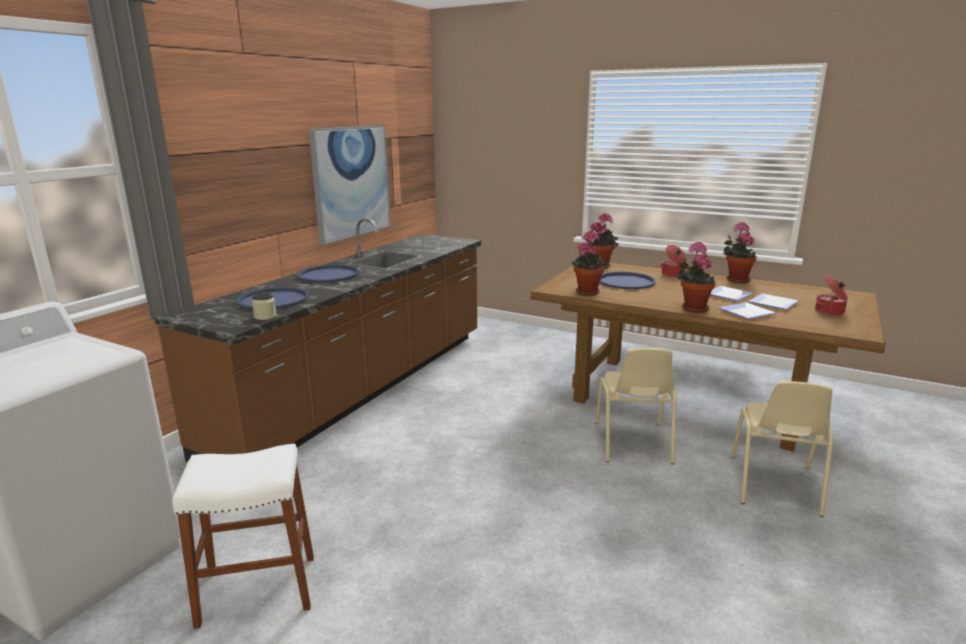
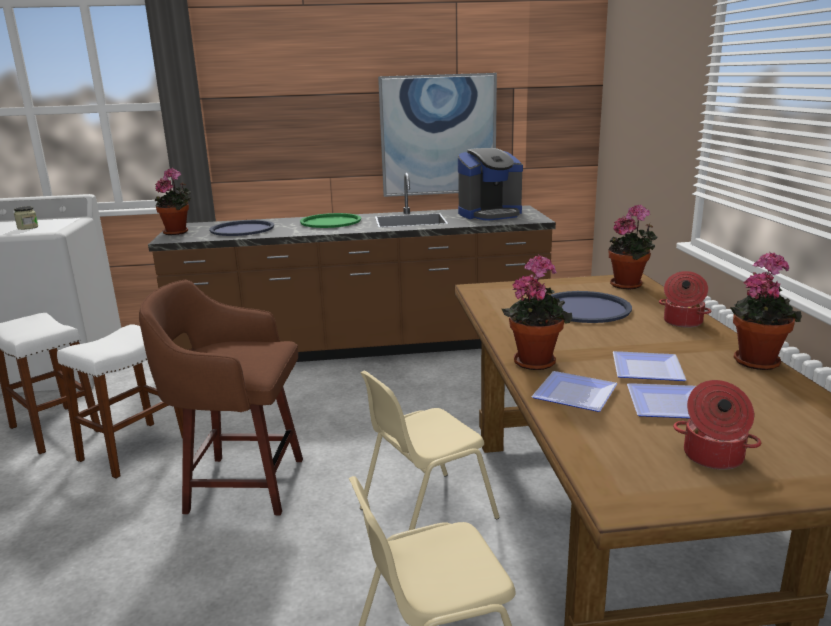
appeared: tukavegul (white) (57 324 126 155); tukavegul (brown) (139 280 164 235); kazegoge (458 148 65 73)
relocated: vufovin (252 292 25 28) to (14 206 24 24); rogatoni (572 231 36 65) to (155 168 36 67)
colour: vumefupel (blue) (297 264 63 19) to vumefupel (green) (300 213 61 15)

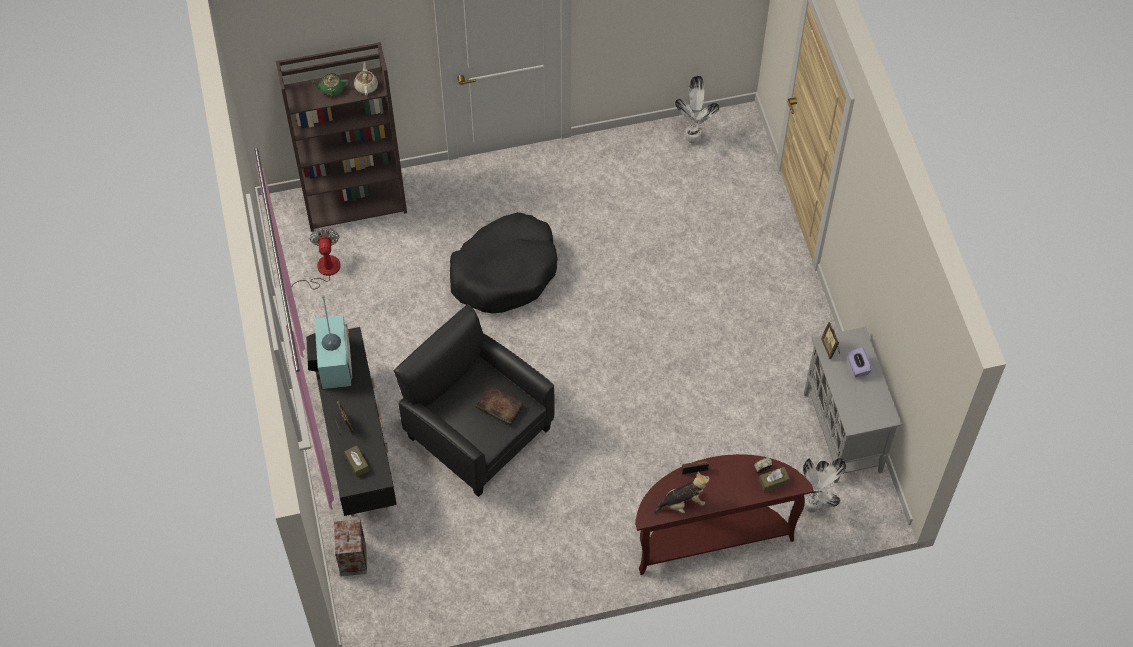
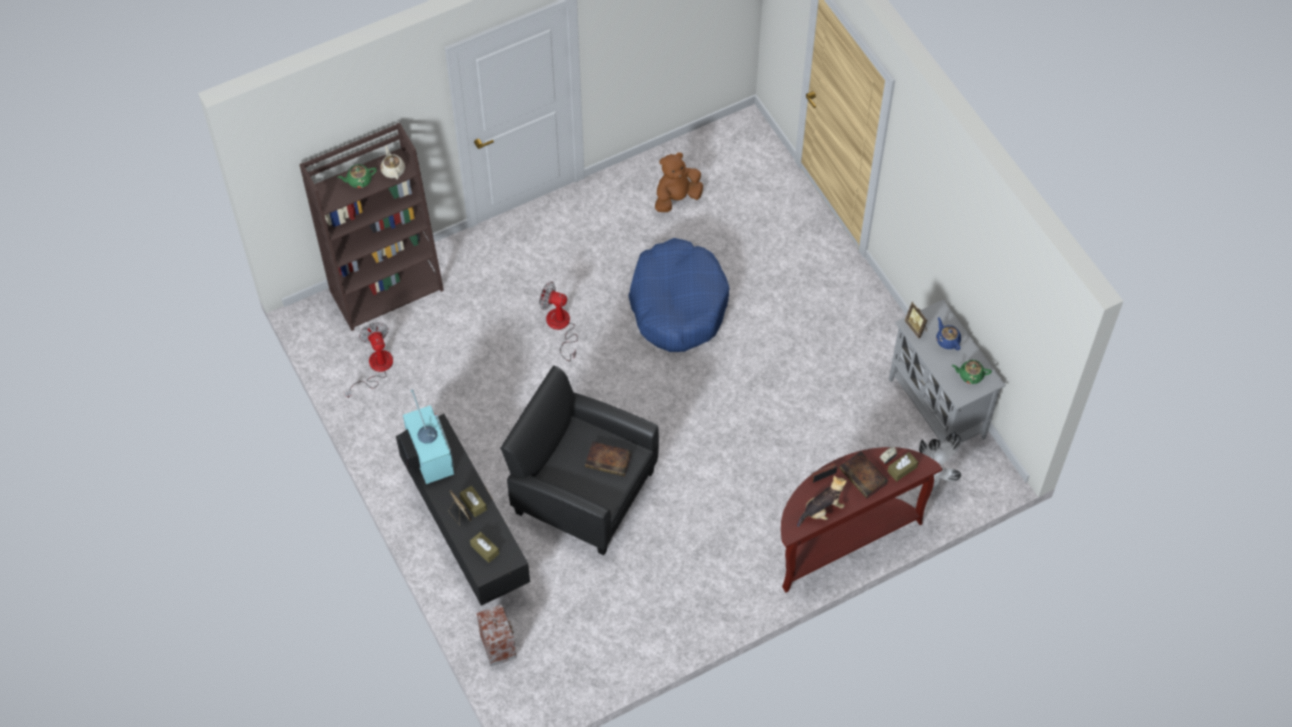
missing: rogatoni (675 76 45 68)
appeared: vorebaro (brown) (460 485 27 32); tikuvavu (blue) (628 238 102 114); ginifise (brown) (655 152 48 60); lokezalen (839 451 49 48); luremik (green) (952 360 40 24)
exchanged: tikuvavu (black) (450 212 107 101) to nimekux (539 282 39 79); vorebaro (purple) (847 347 25 30) to luremik (blue) (936 317 25 33)

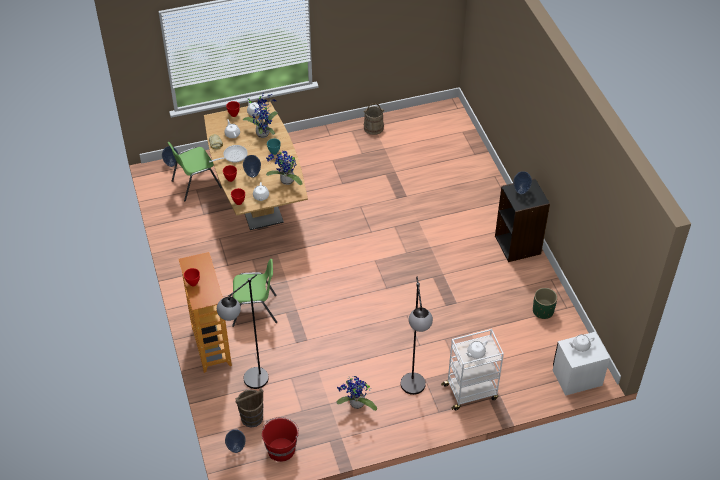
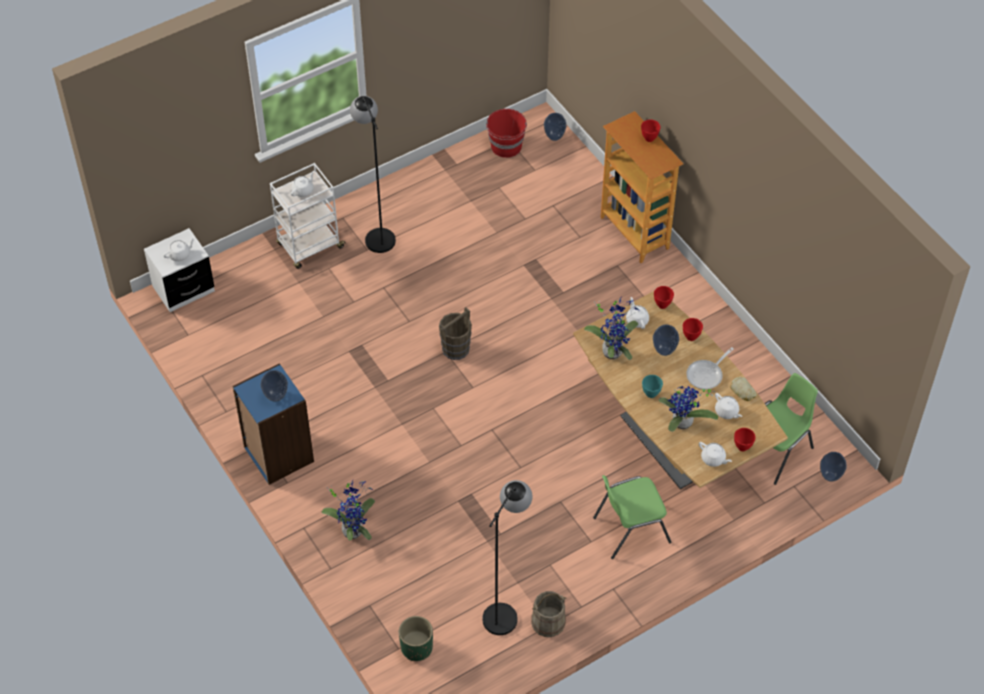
relocated: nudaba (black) (217 274 52 115) to (482 480 50 155); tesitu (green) (232 259 45 68) to (593 475 78 84); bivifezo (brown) (235 388 29 40) to (439 307 33 53); rogatoni (337 376 40 35) to (322 480 53 60); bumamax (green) (533 288 25 31) to (399 616 34 45)
colour: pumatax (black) (495 178 55 84) to pumatax (blue) (232 363 82 122)

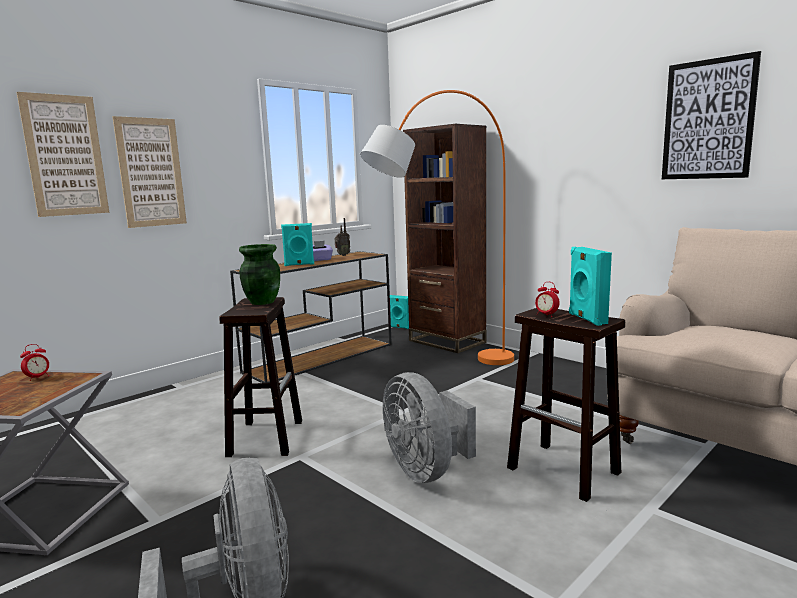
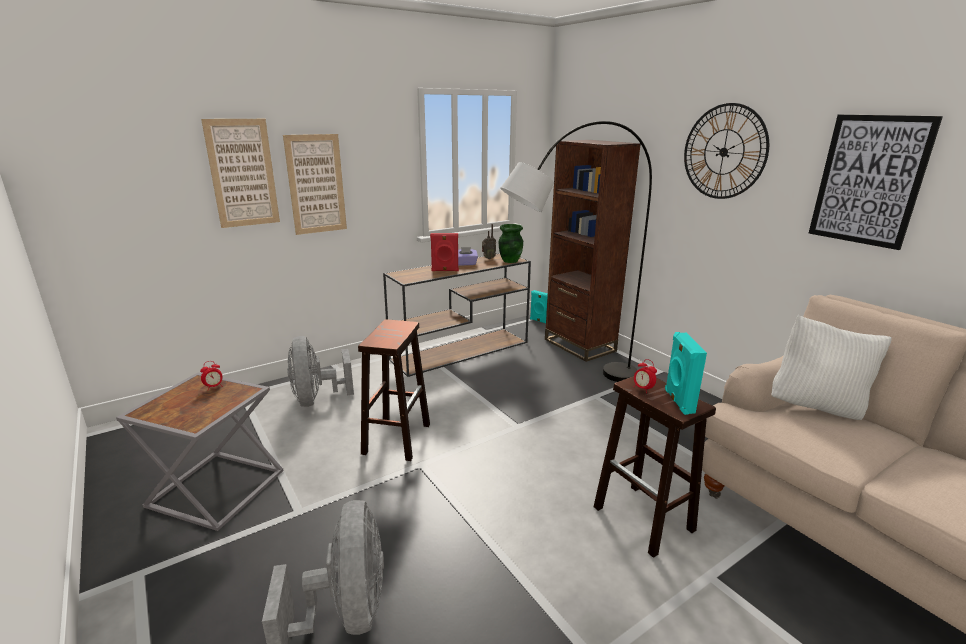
appeared: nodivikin (684 103 85 96); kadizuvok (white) (772 315 120 105)
relocated: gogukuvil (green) (239 244 41 61) to (499 224 24 39); nimekux (grey) (383 372 93 111) to (287 336 67 71)
colour: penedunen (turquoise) (281 223 33 43) to penedunen (red) (430 233 29 38); nudaba (orange) (360 90 154 275) to nudaba (grey) (500 121 152 261)

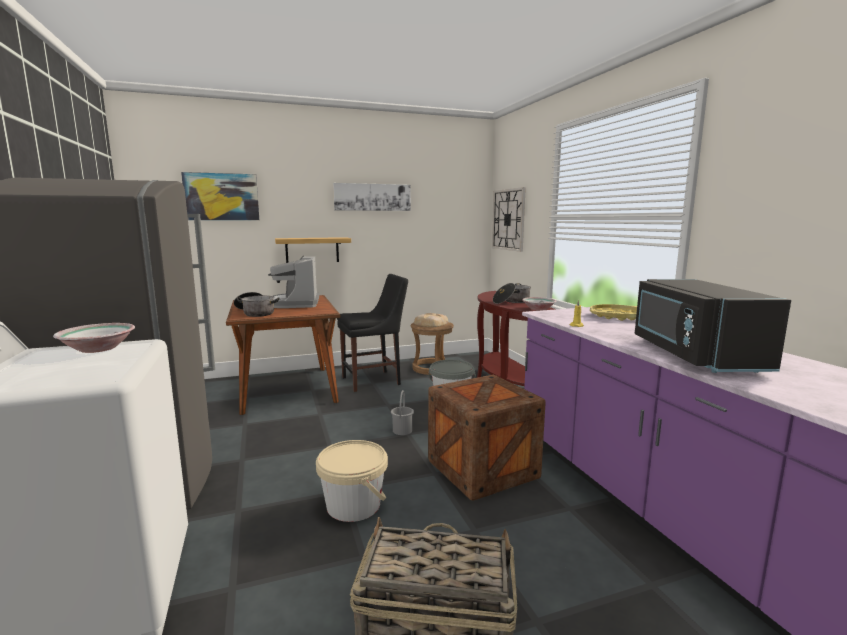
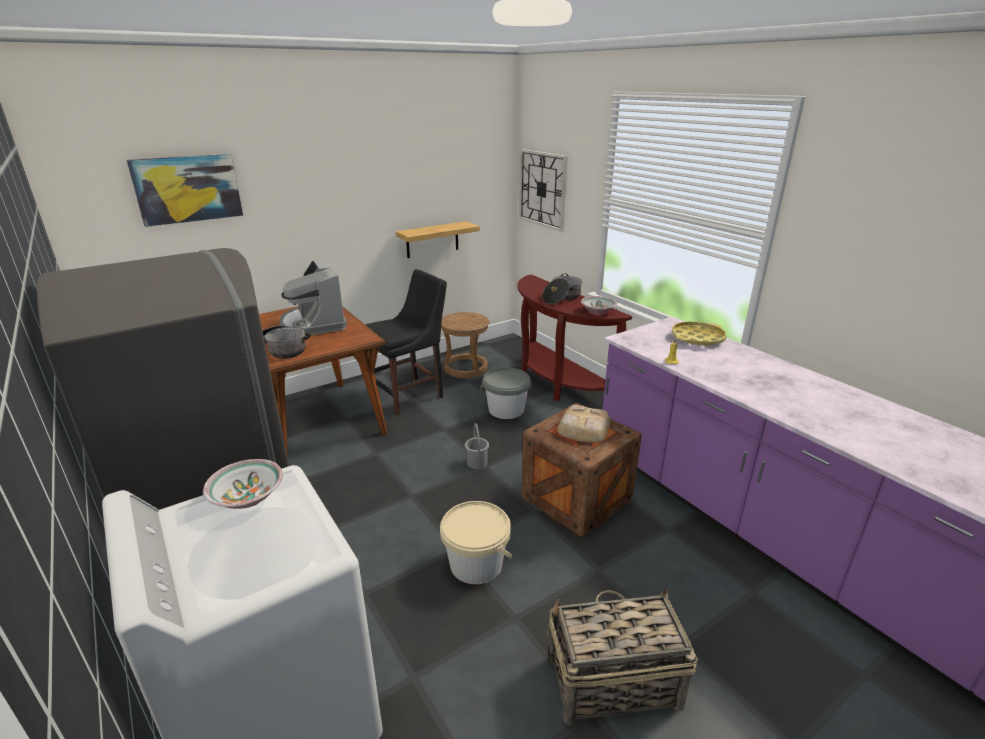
missing: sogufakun (333 183 78 28); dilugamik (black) (635 279 156 94)
relocated: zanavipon (275 237 76 26) to (396 221 84 37); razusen (414 313 35 14) to (558 405 52 38)

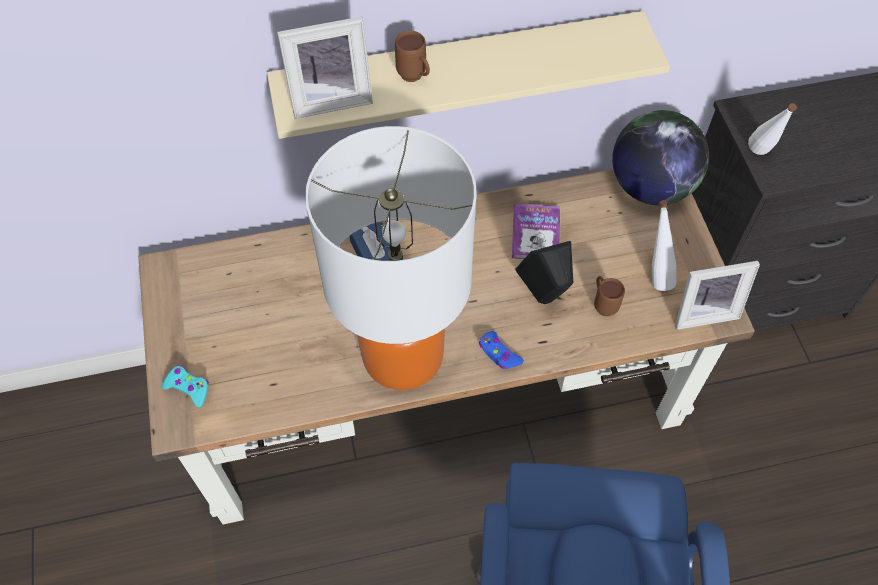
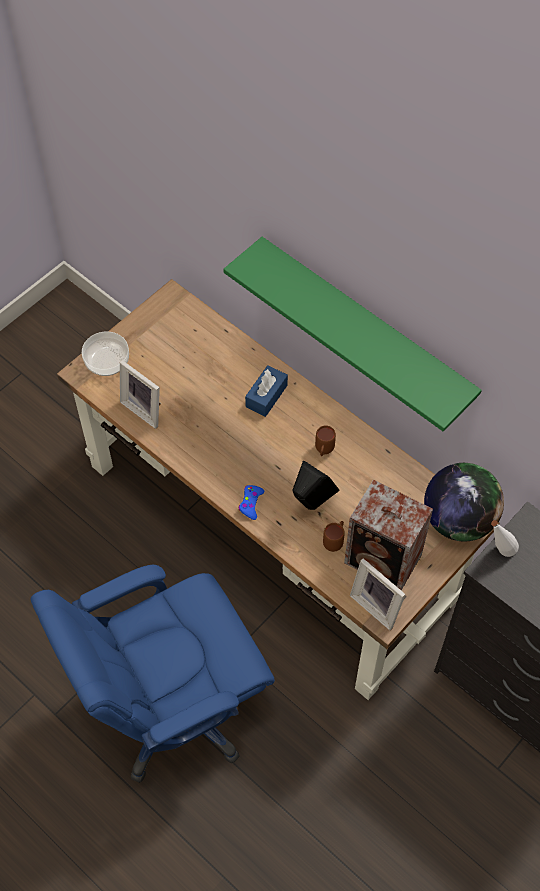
missing: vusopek (305 126 172 264); lokezalen (512 204 48 55)
relocated: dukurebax (277 16 96 103) to (120 360 41 69); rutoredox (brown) (395 31 35 51) to (315 425 21 31)
exchanged: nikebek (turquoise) (162 365 47 42) to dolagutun (82 332 47 44); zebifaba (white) (652 200 24 91) to penedunen (344 479 89 111)
colour: zanavipon (beige) (267 11 403 128) to zanavipon (green) (223 237 259 195)

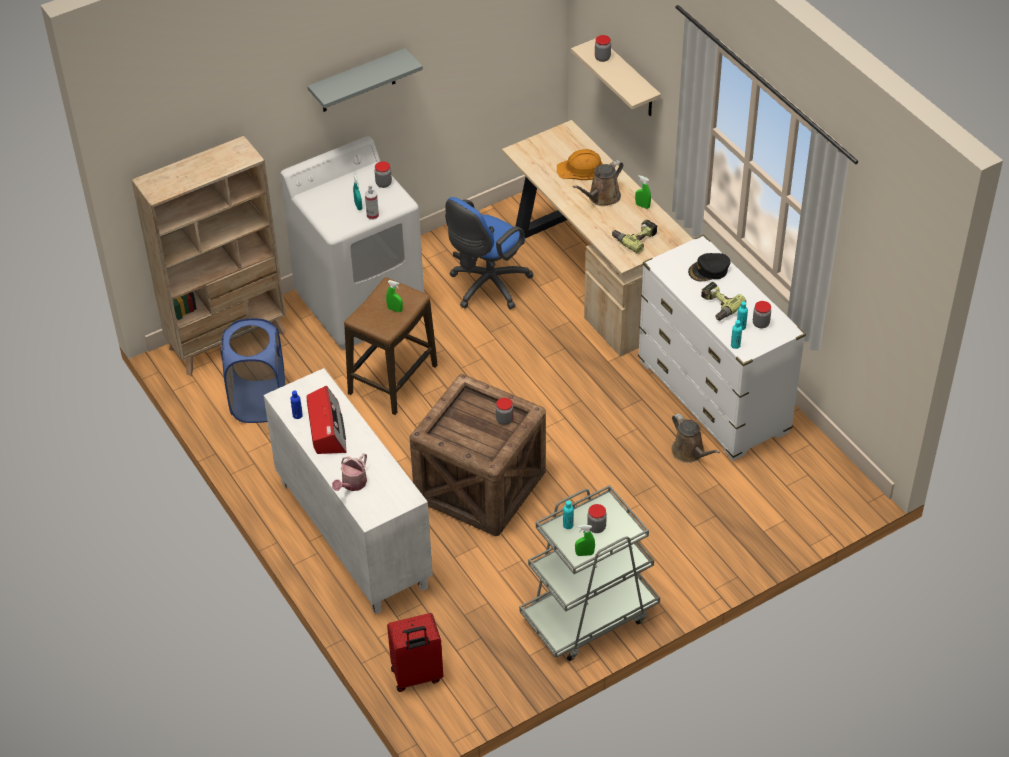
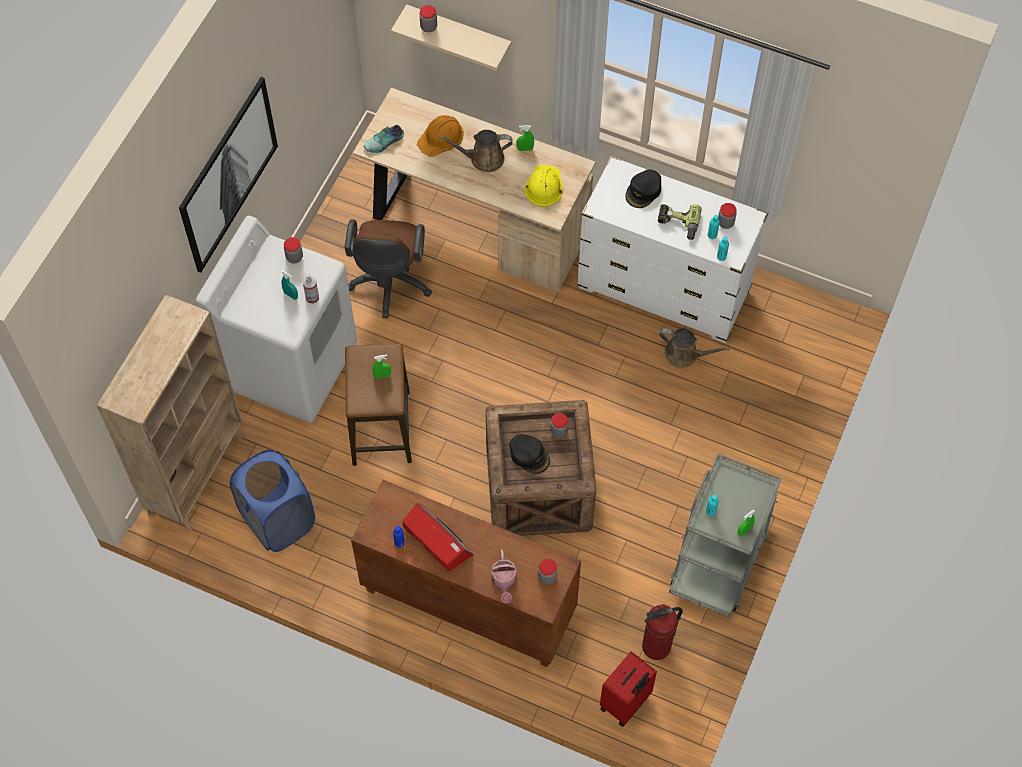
appeared: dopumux (364 125 40 28); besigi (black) (509 434 41 40); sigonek (642 604 40 56)
relocated: vufovin (587 504 20 29) to (538 559 19 25)
exchanged: zanavipon (grey) (307 48 116 64) to sogufakun (179 77 99 196); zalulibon (612 220 45 34) to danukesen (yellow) (524 165 39 42)
colour: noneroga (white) (264 368 169 247) to noneroga (brown) (351 480 230 187); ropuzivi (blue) (445 197 89 112) to ropuzivi (brown) (345 219 87 99)
spun: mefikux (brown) (573 160 50 46) = (439 130 74 42) 75 degrees clockwise

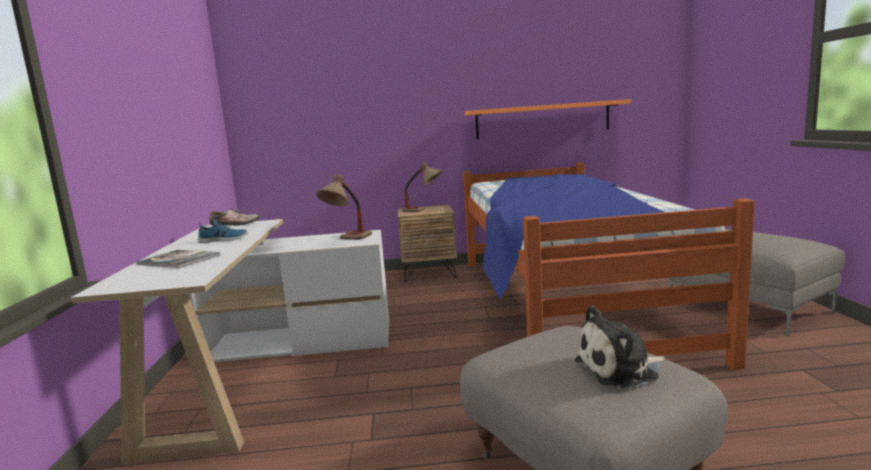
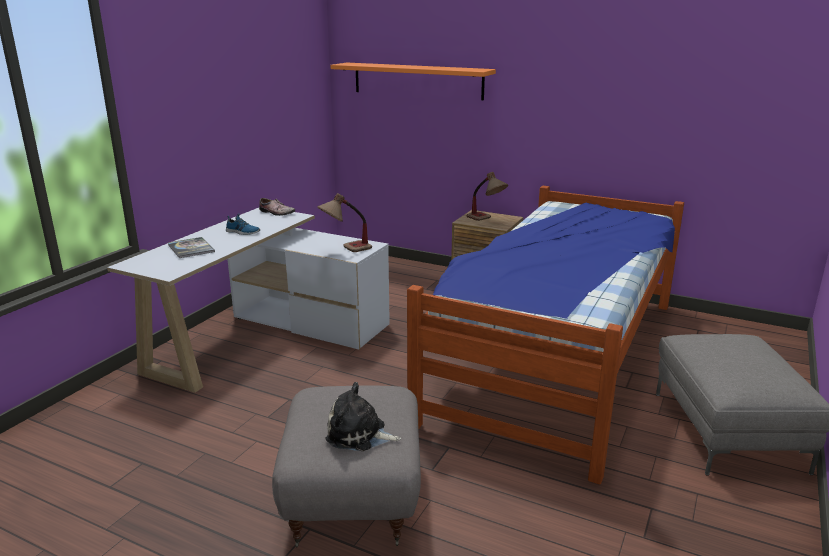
relocated: zanavipon (orange) (465 99 166 40) to (330 63 166 37)

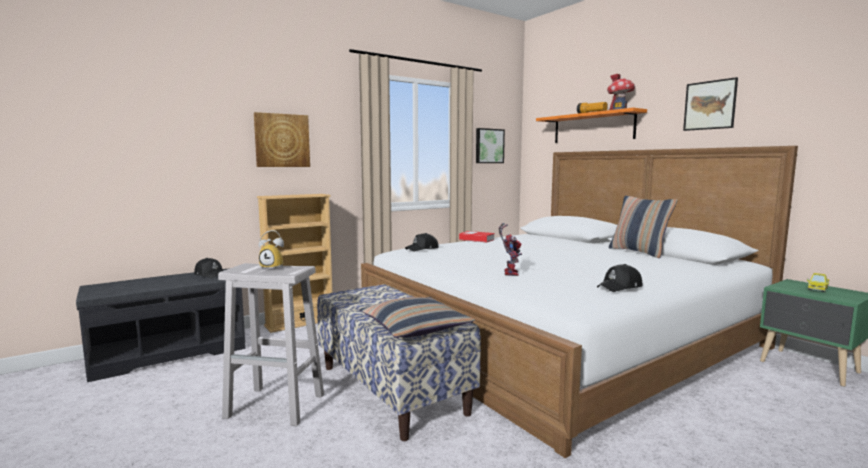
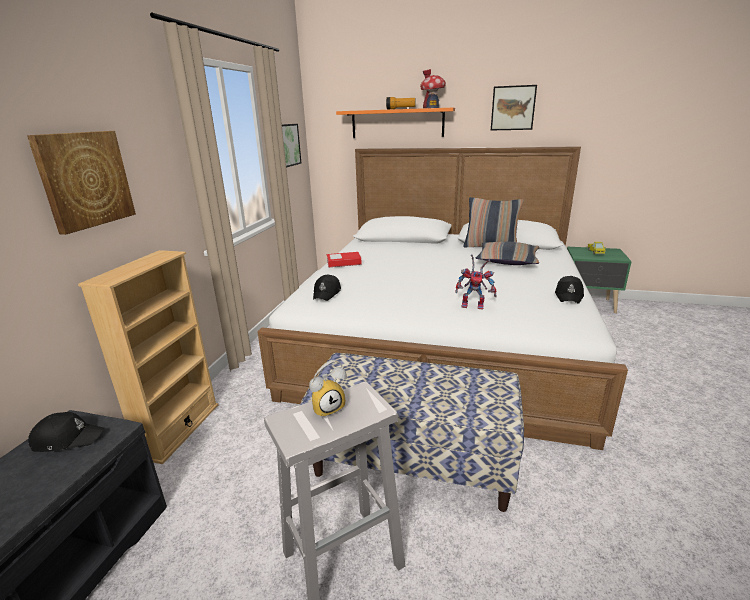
relocated: kadizuvok (360 297 115 41) to (476 241 63 24)
spun: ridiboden (499 223 23 53) = (455 254 41 55) 135 degrees clockwise

